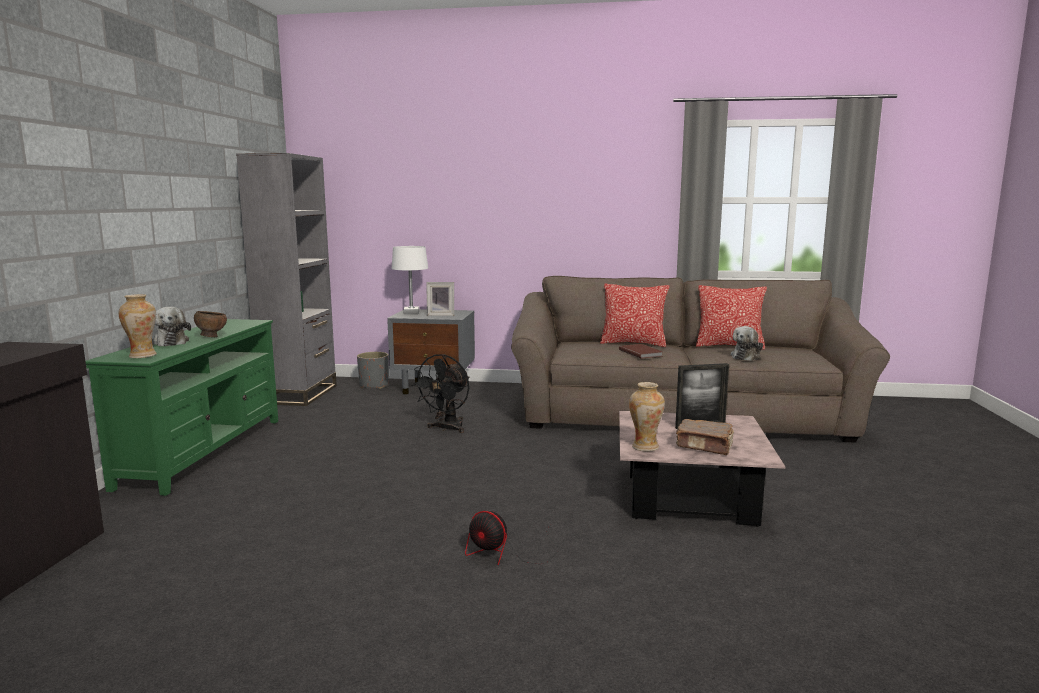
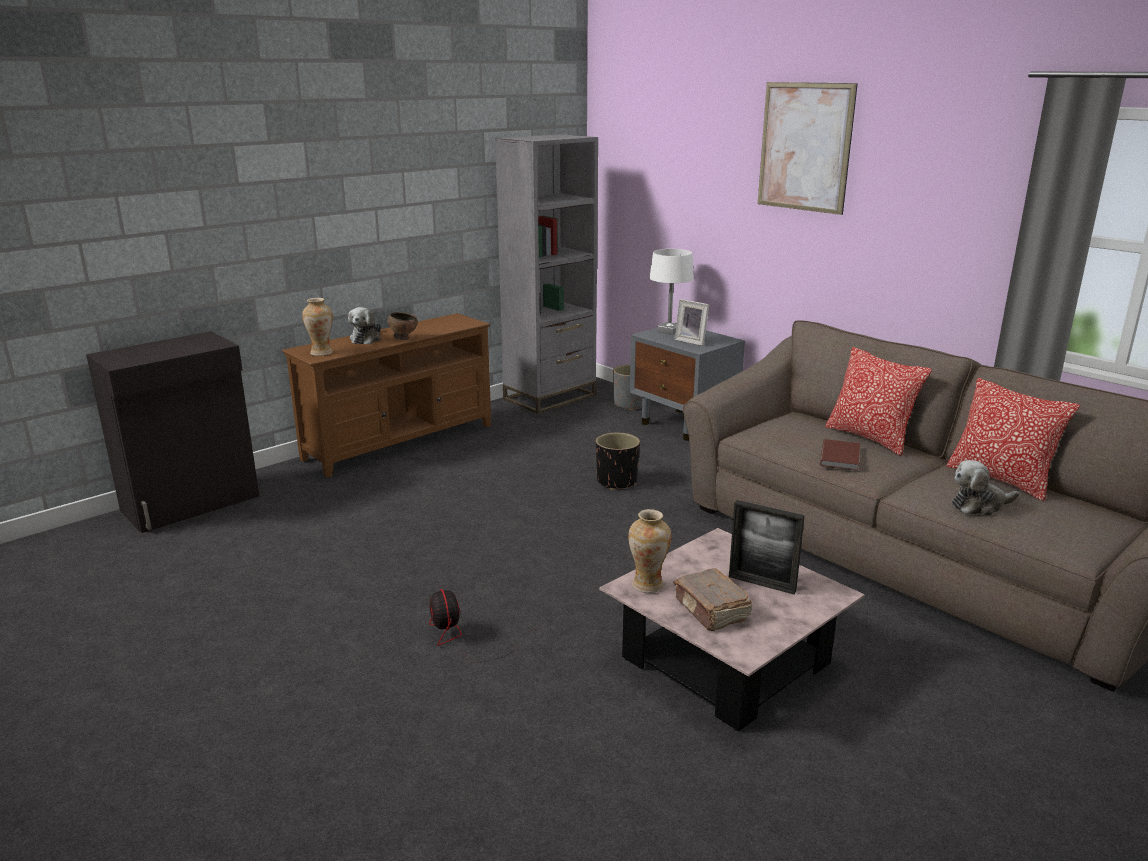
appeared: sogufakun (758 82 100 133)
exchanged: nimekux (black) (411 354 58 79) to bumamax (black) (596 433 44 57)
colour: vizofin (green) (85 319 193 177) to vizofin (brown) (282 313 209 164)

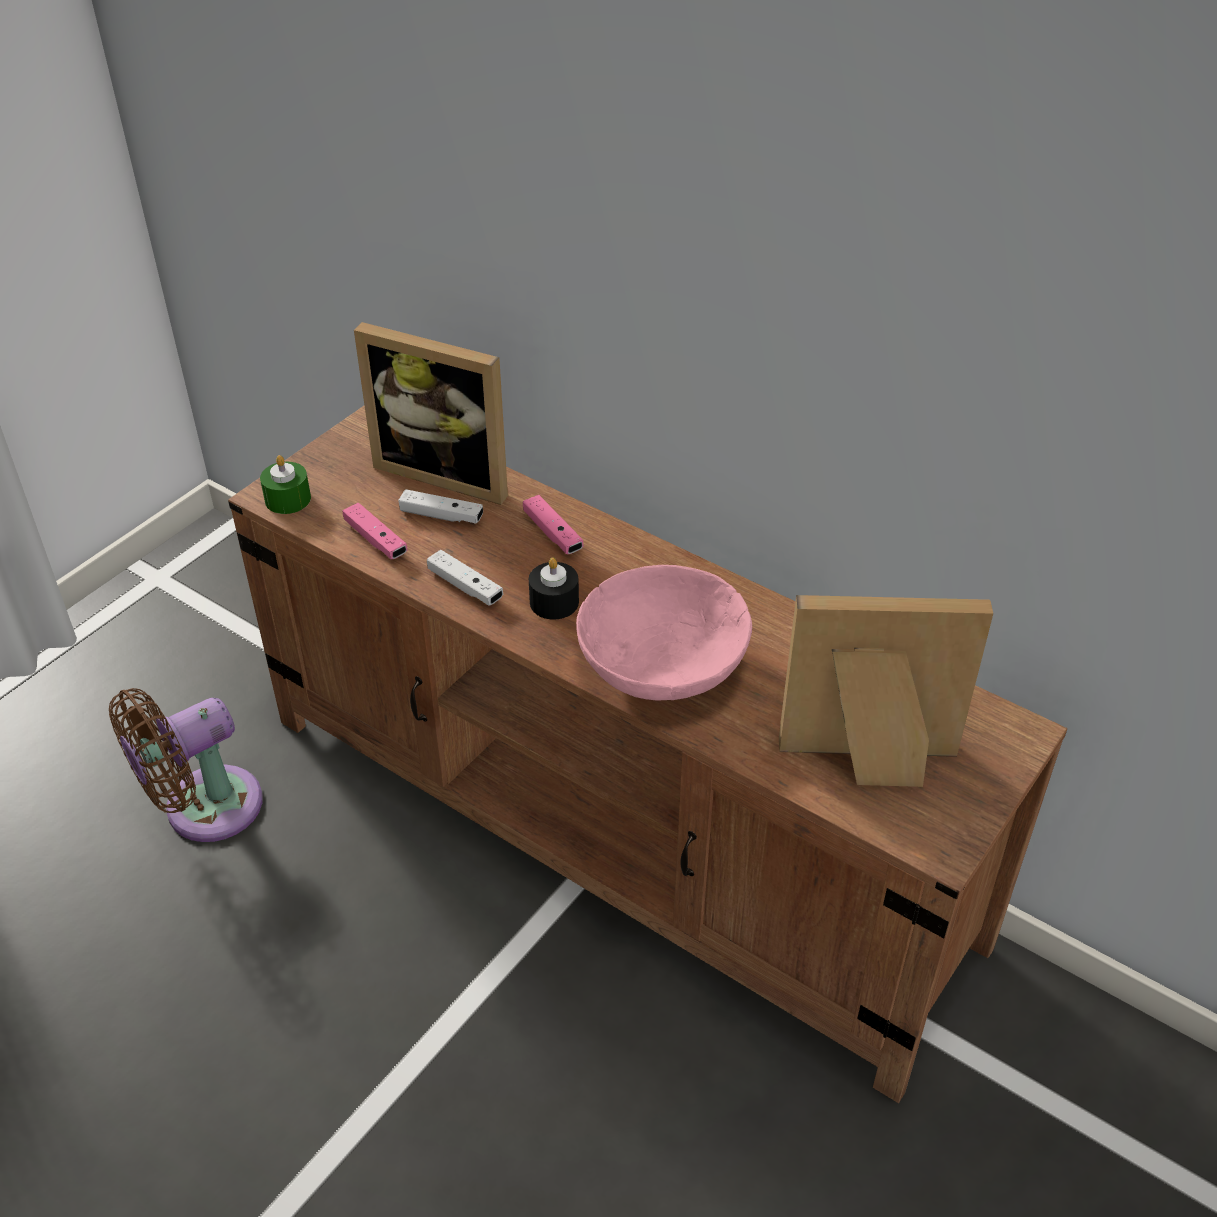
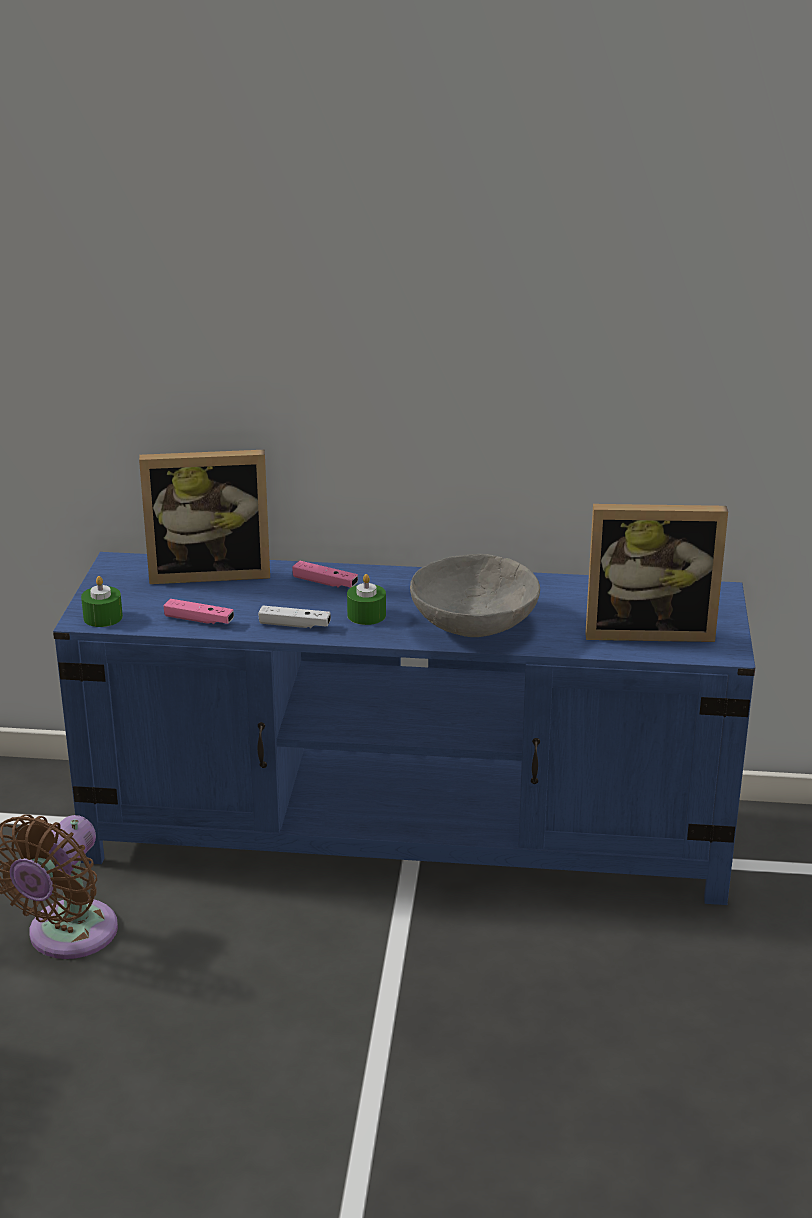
missing: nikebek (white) (398 489 85 35)
colour: vizofin (brown) (228 406 839 697) to vizofin (blue) (53 552 702 353); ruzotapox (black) (529 558 50 62) to ruzotapox (green) (347 574 39 51); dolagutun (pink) (576 565 176 136) to dolagutun (grey) (410 554 130 83)
spun: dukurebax (779 595 214 192) = (585 504 143 138) 150 degrees counterclockwise

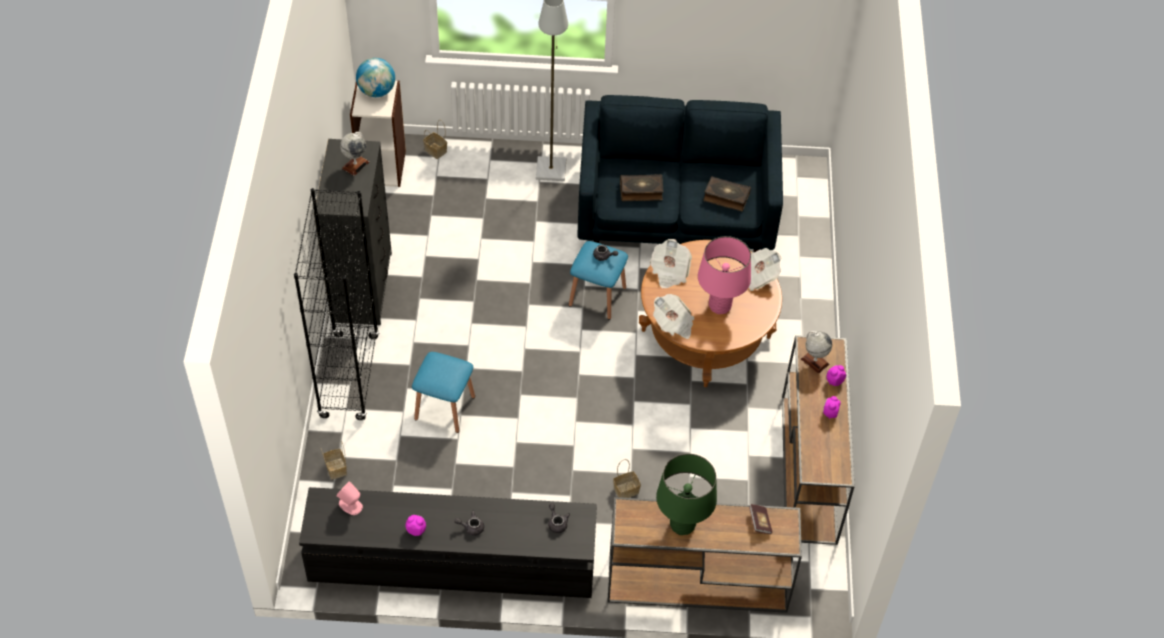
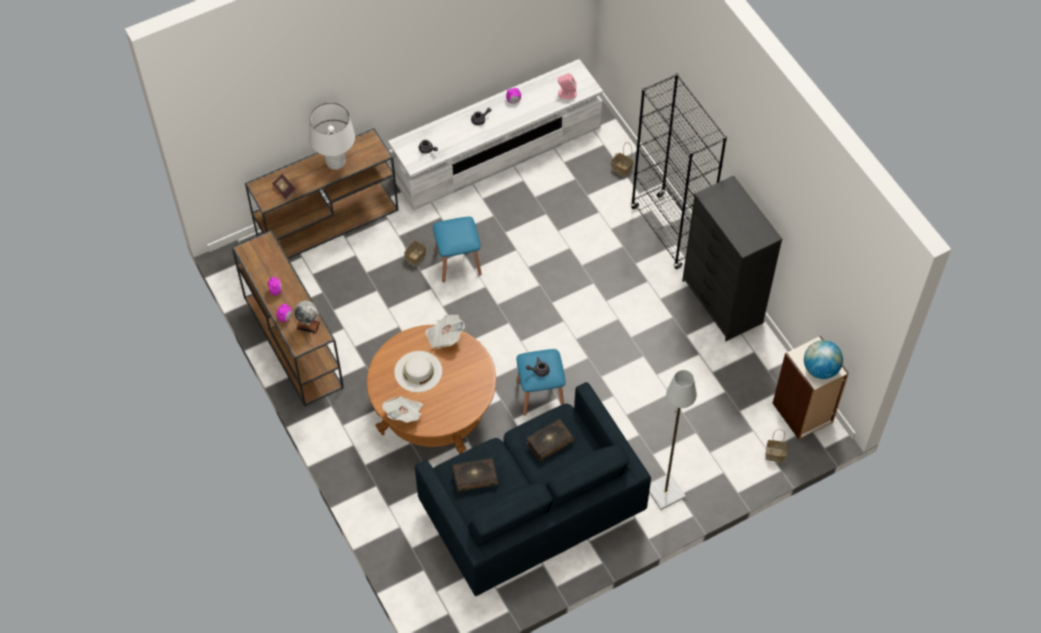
missing: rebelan (340 132 29 44); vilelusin (650 239 42 50)
relocated: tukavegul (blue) (412 352 63 81) to (433 217 49 65)
exchanged: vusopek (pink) (698 236 53 78) to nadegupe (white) (394 351 48 41)
colour: vizofin (black) (299 487 298 111) to vizofin (white) (388 59 215 151); vusopek (green) (656 454 61 81) to vusopek (white) (309 103 46 67)

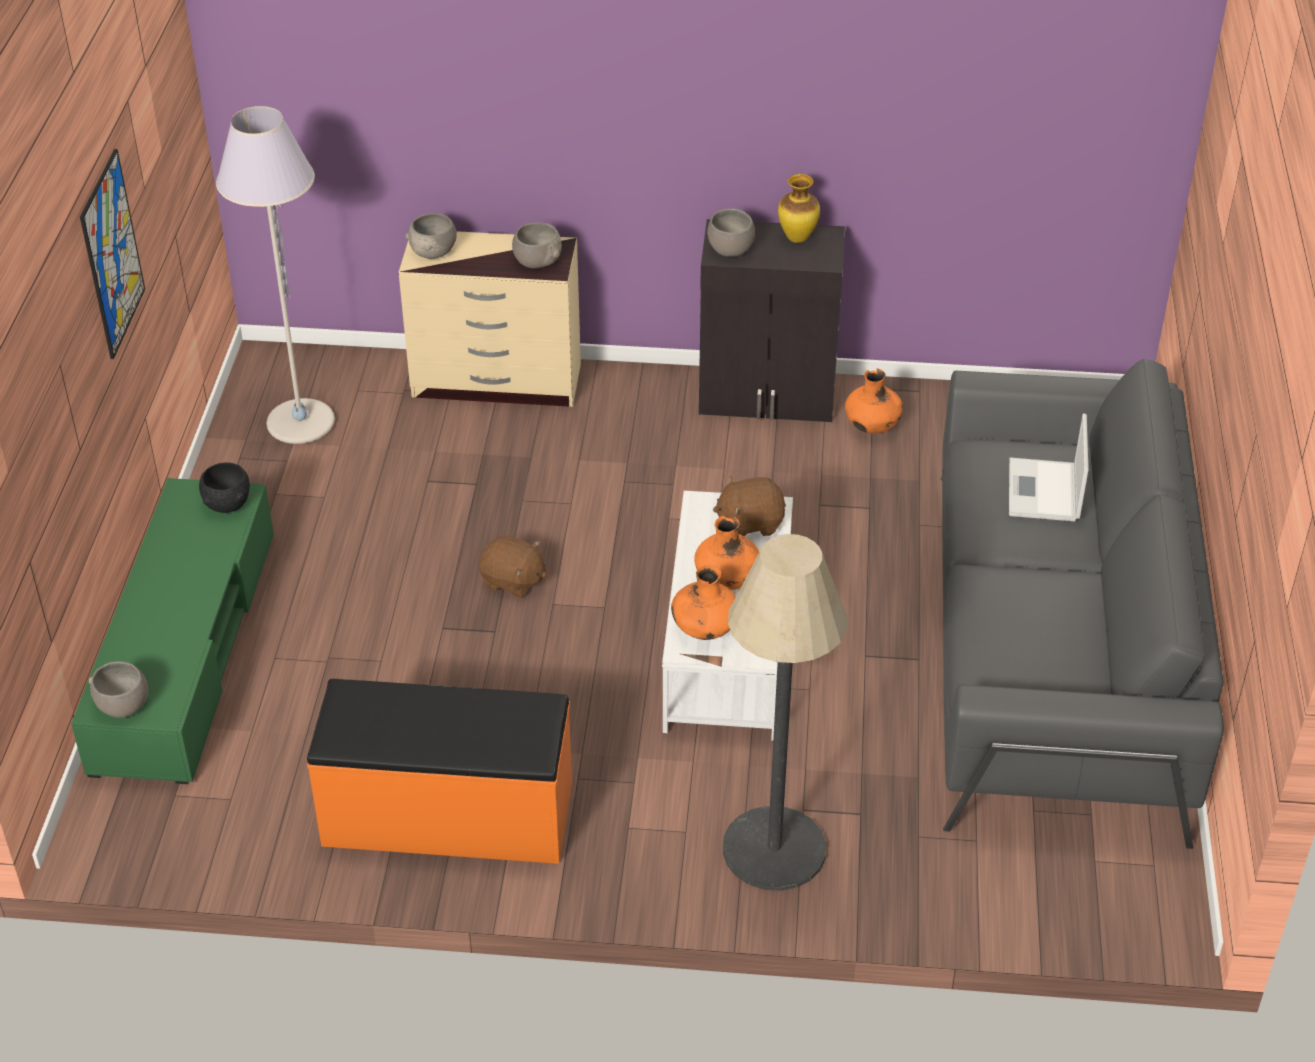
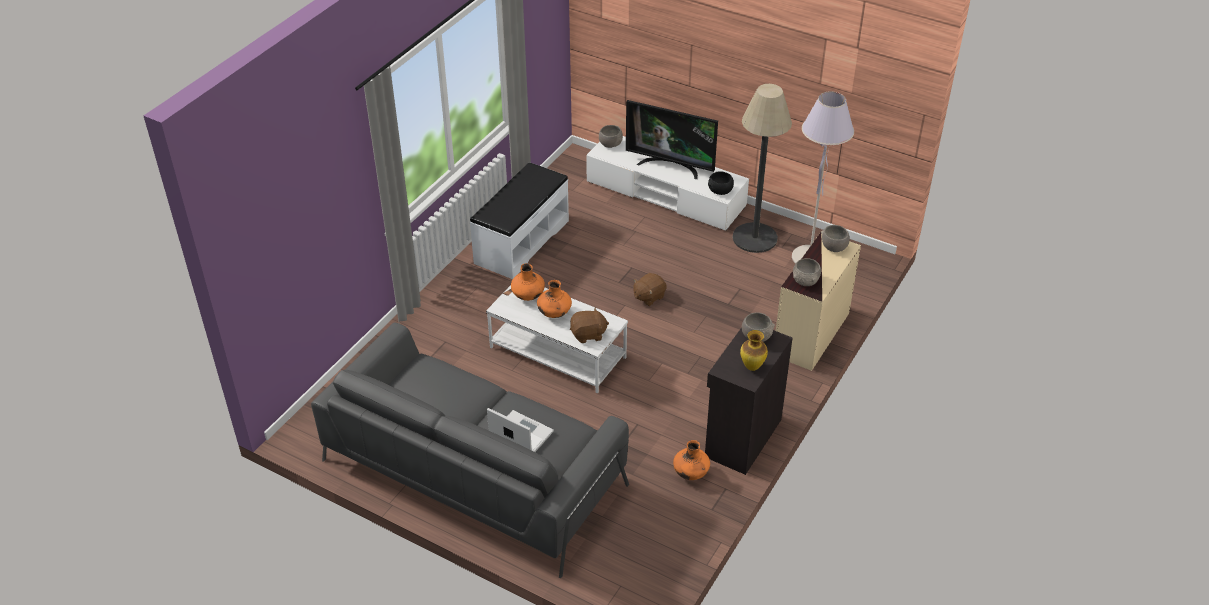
missing: sogufakun (80 149 65 210)
appeared: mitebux (626 100 92 79)
relocated: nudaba (723 534 124 357) to (733 84 59 169)
colour: vizofin (green) (71 478 203 306) to vizofin (white) (586 136 163 95); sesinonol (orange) (307 679 265 185) to sesinonol (white) (470 162 99 117)
spun: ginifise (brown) (713 476 73 60) = (570 307 39 36) 60 degrees clockwise

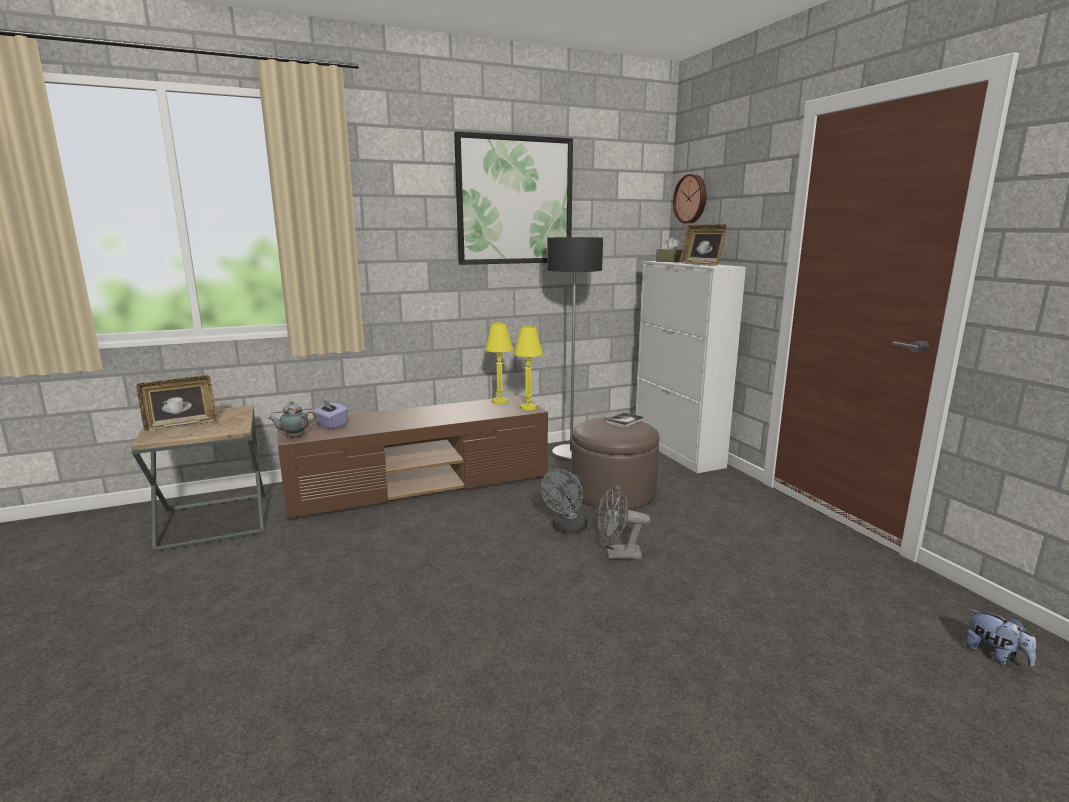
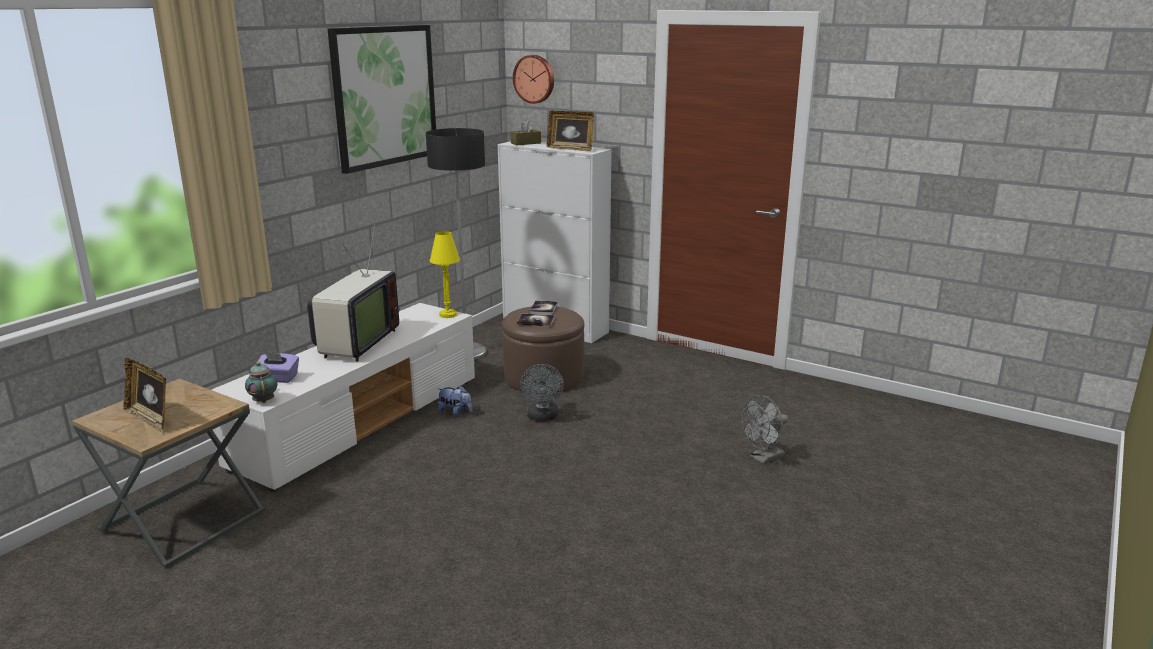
missing: vusopek (yellow) (485 322 28 82)
appeared: mitebux (307 224 92 138); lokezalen (517 314 38 13)
relocated: nimekux (grey) (597 485 54 74) to (742 395 46 69); ginifise (965 609 71 58) to (438 386 34 31)
colour: vizofin (brown) (277 395 271 125) to vizofin (white) (212 303 263 189)
spun: dukurebax (137 375 81 57) = (123 358 43 74) 105 degrees clockwise; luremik (267 401 49 37) = (245 362 33 41) 120 degrees clockwise

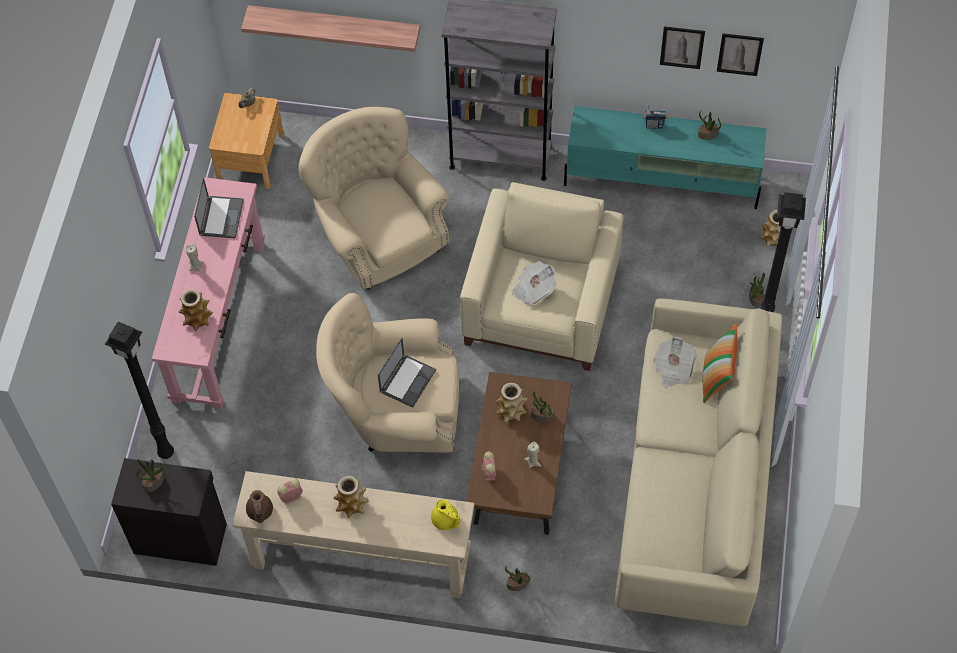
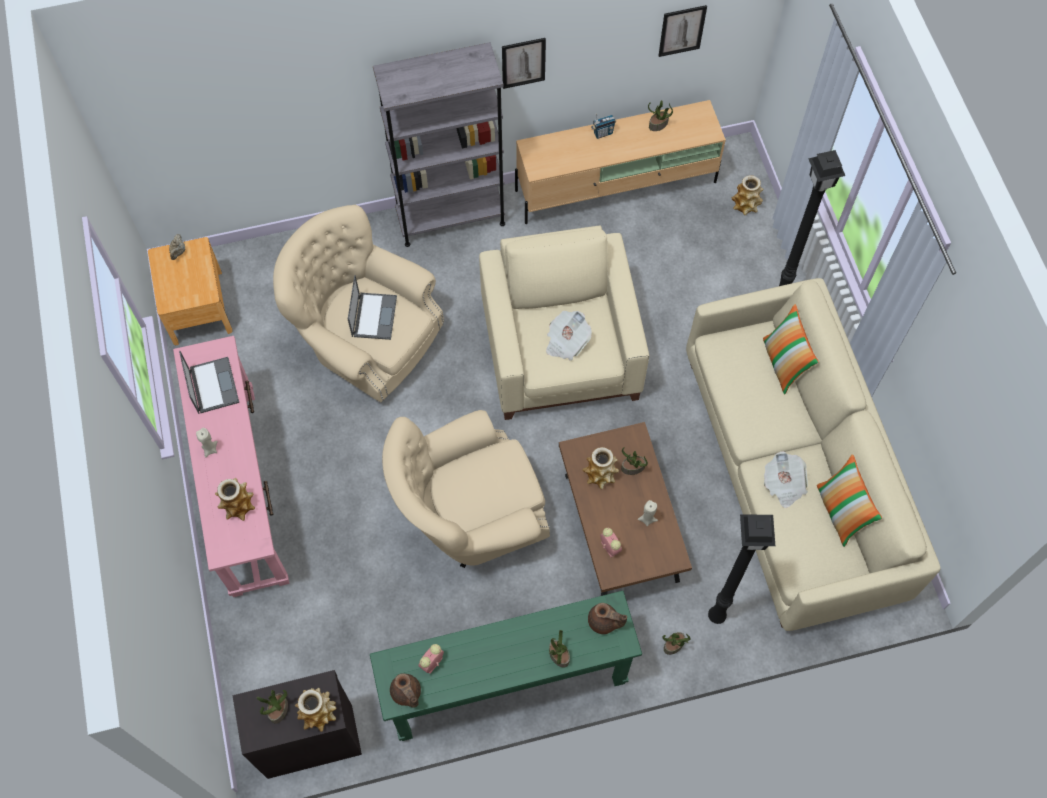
missing: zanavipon (241 5 179 47)
appeared: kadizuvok (817 454 65 93)
relocated: nudaba (black) (105 322 69 137) to (708 515 67 109); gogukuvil (334 476 35 42) to (295 688 41 44); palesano (378 338 58 70) to (348 275 49 65); vilelusin (654 337 43 50) to (764 451 44 57); sogufakun (660 26 45 43) to (502 38 44 51); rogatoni (749 273 16 35) to (549 630 21 38)
colour: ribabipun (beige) (232 471 243 127) to ribabipun (green) (370 591 272 150); luremik (yellow) (431 499 29 31) to luremik (brown) (588 603 39 31); vizofin (turquoise) (564 106 203 103) to vizofin (beige) (515 100 211 124)

